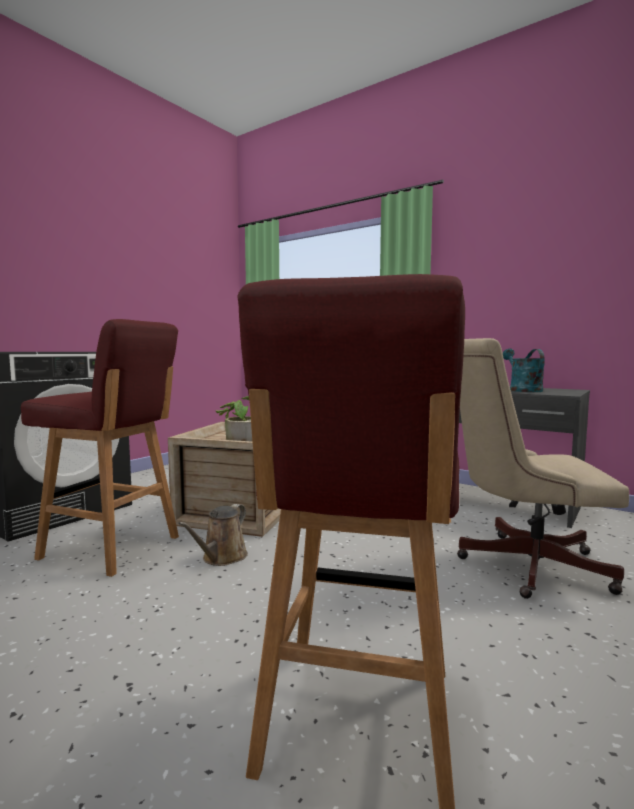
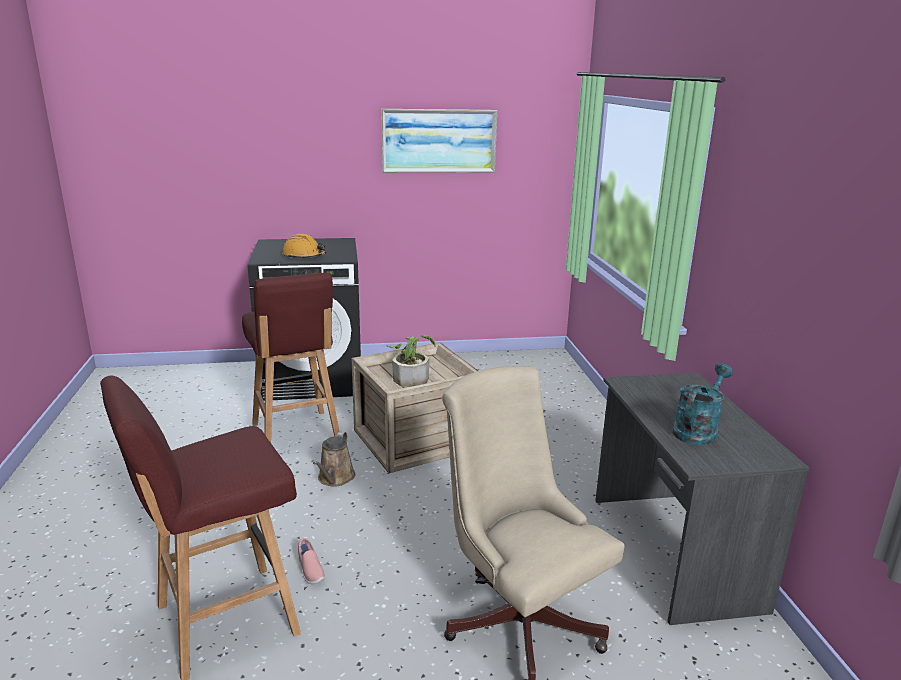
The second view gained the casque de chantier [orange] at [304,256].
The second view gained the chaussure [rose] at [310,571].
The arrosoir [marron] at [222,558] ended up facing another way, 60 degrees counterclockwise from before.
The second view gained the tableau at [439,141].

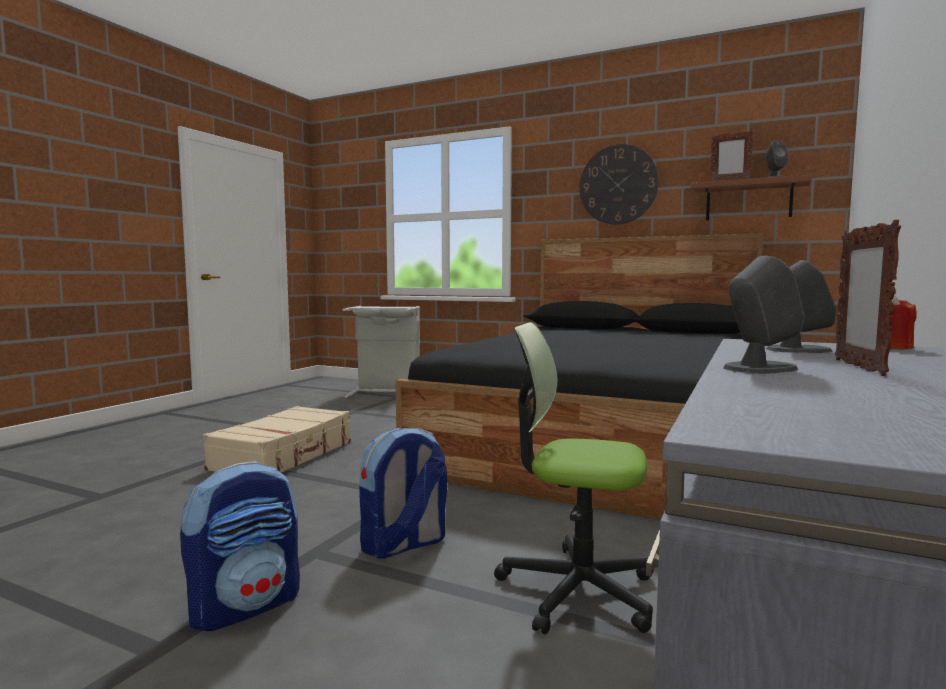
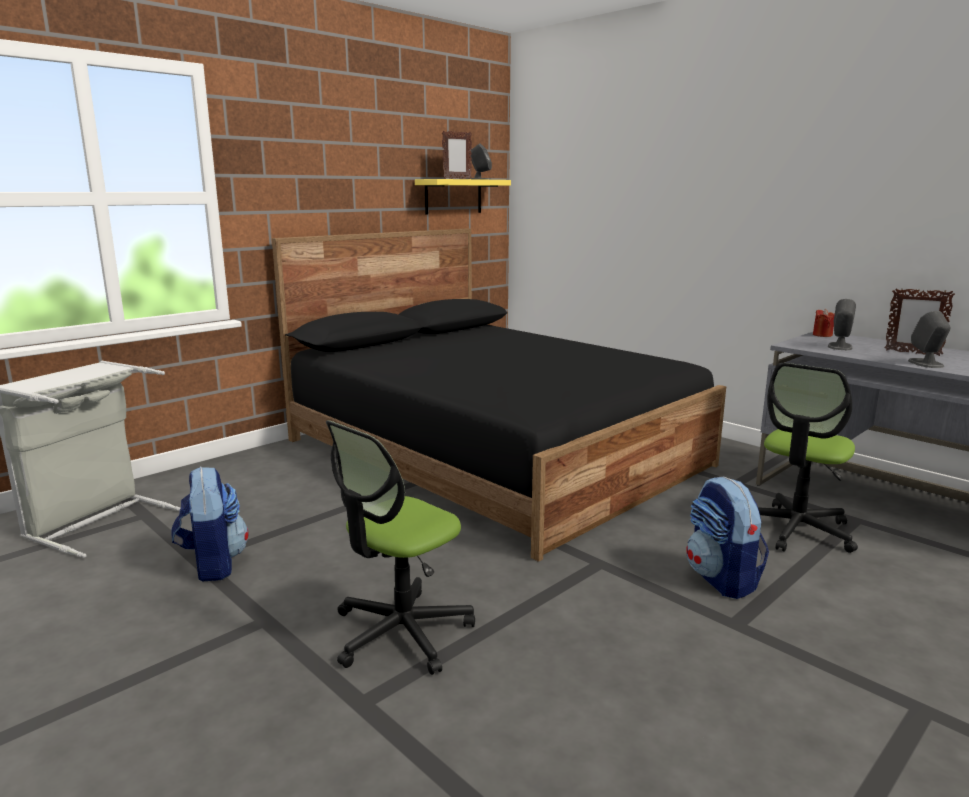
The sac à dos ended up elsewhere, having gone from [246,606] to [213,564].
Where the valise [beige] stood at [284,456], the chaise de bureau came to stand at [401,632].
What was the étagère [marron] at [748,201] turned into the étagère [jaune] at [453,196].
The second view lost the horloge murale at [618,185].

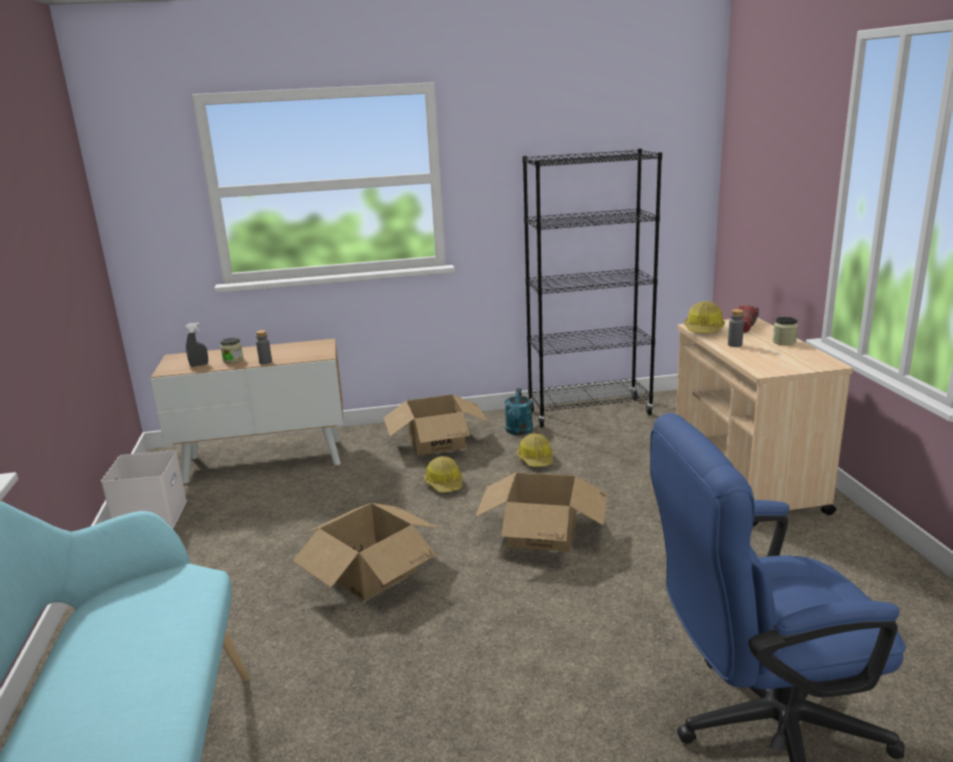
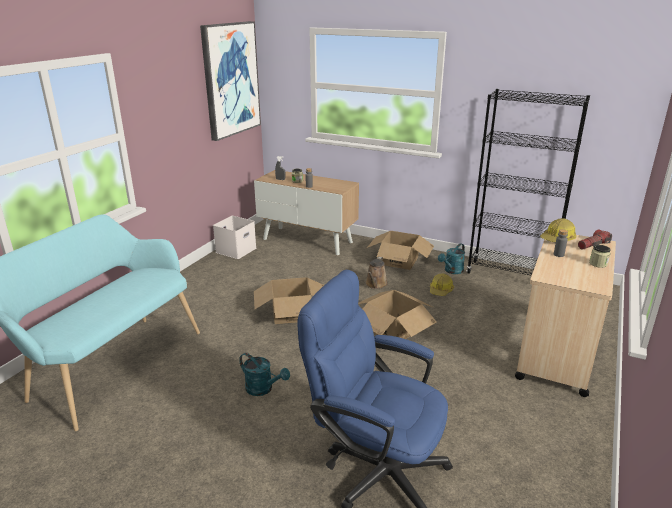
The second view gained the tableau at [230,79].
The second view gained the arrosoir [turquoise] at [263,389].
Where the casque de chantier stood at [444,484], the arrosoir [marron] came to stand at [375,284].

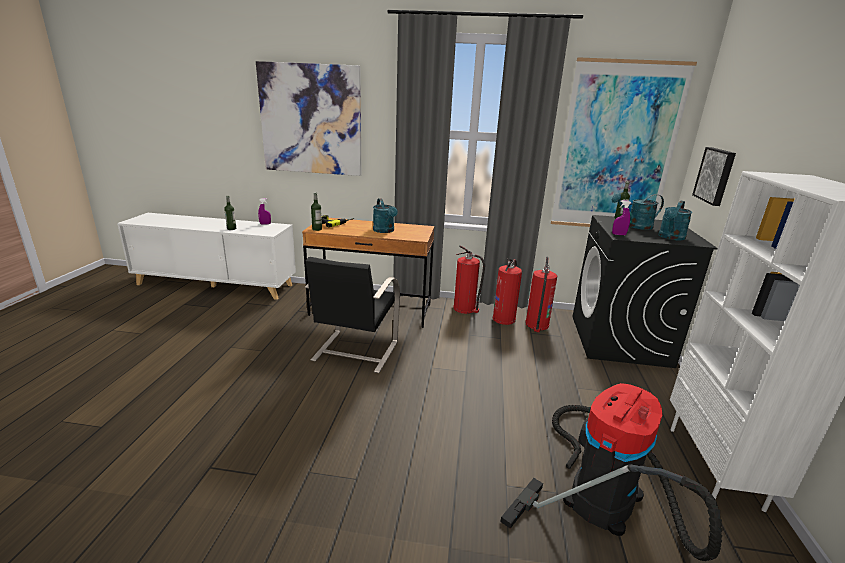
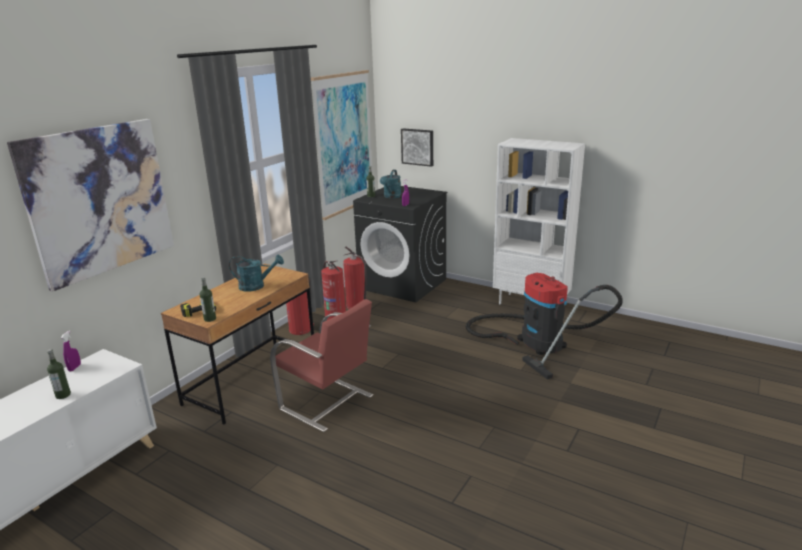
What was the chaise [noir] at [354,351] turned into the chaise [rouge] at [327,403].
The second view lost the arrosoir [turquoise] at [670,237].

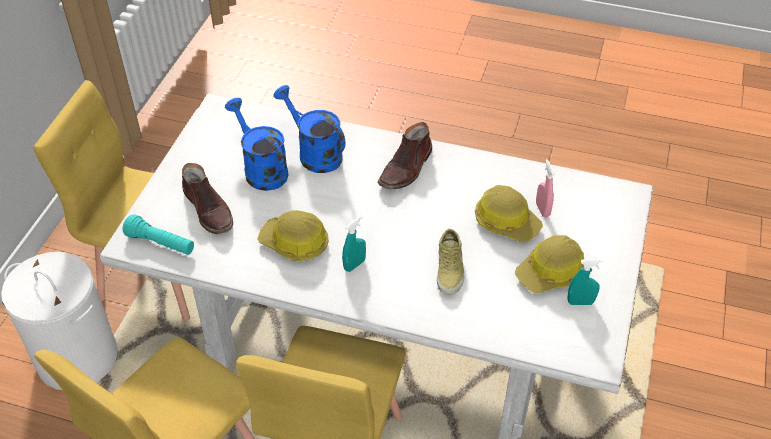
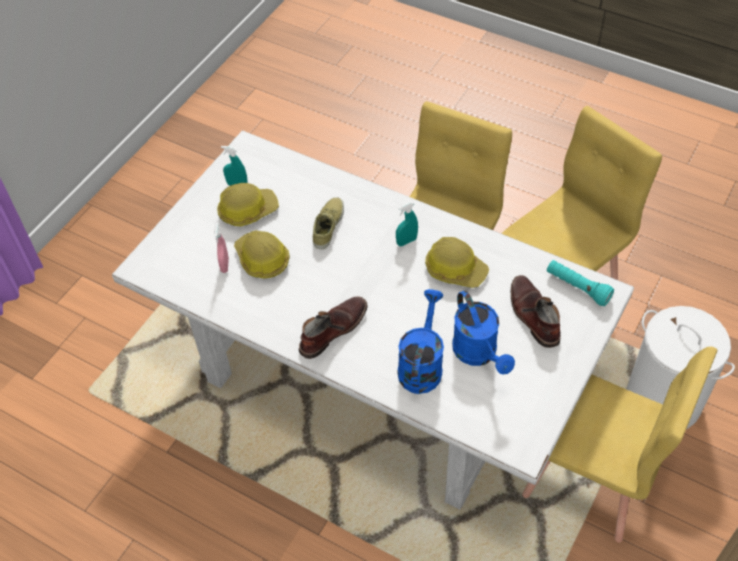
The arrosoir [bleu] at [314,153] ended up facing another way, 135 degrees counterclockwise from before.

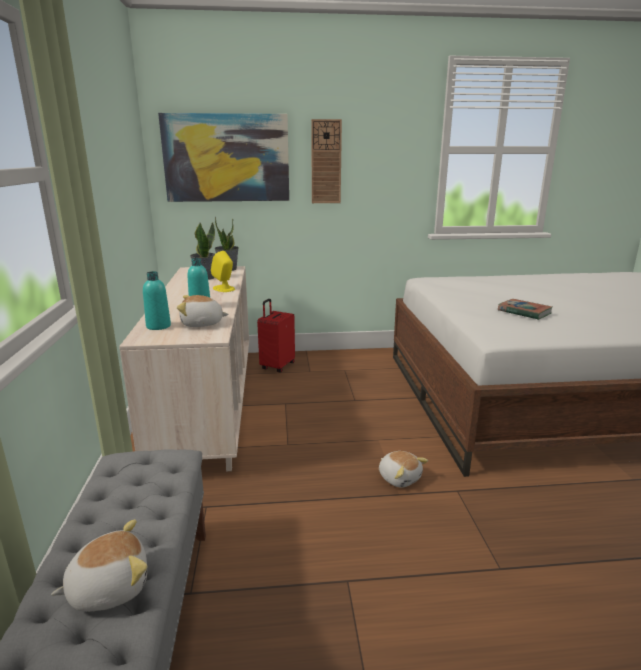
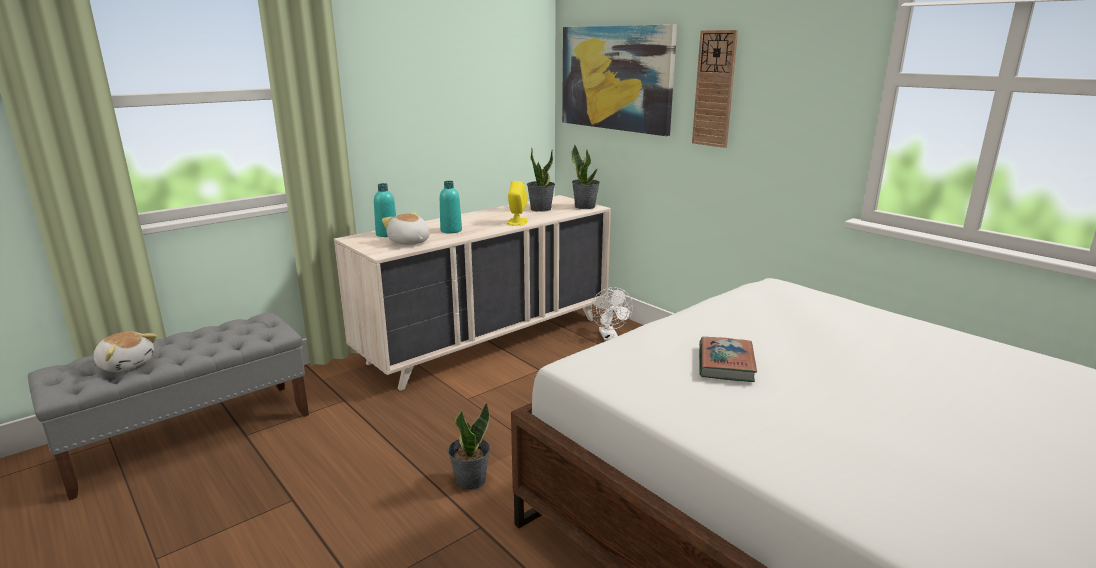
Where the peluche stood at [399,477], the plante en pot came to stand at [470,480].
Where the valise [rouge] stood at [277,366], the ventilateur [blanc] came to stand at [610,337].

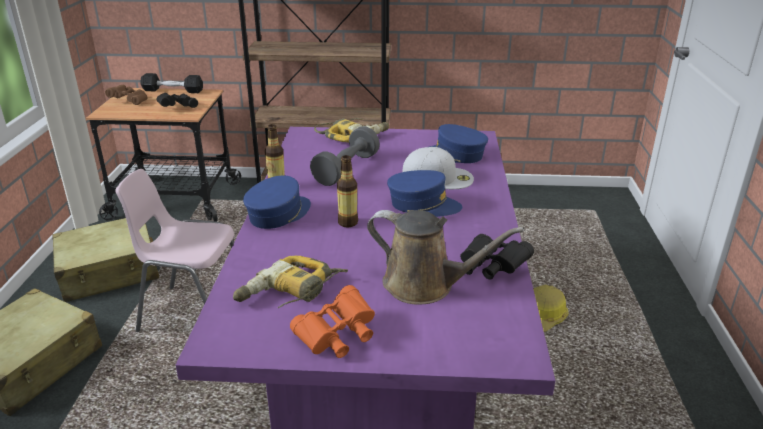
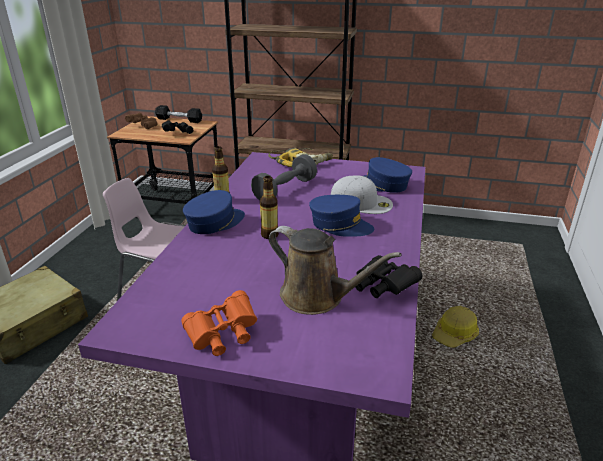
The second view lost the valise [beige] at [110,272].
The second view lost the perceuse at [290,293].

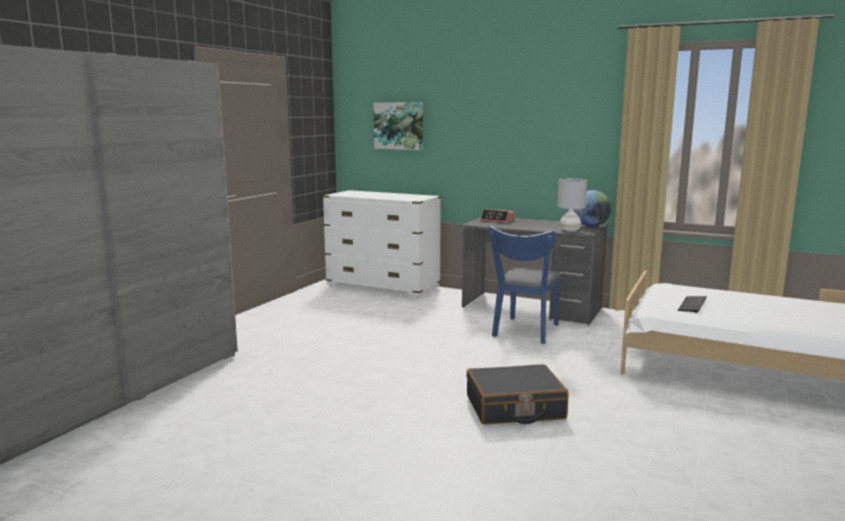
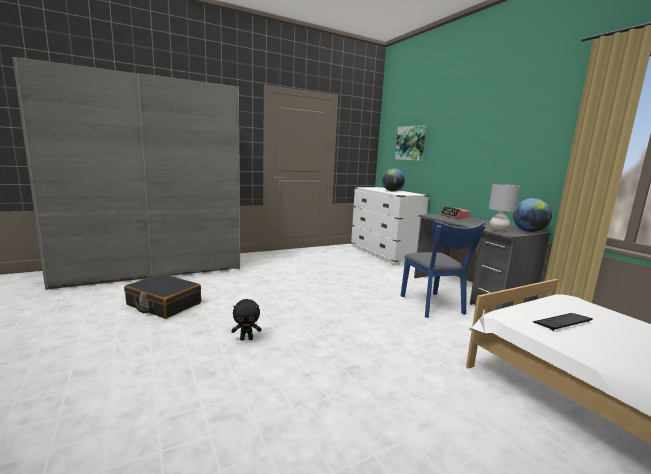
The valise [noir] ended up elsewhere, having gone from [515,408] to [164,304].
The second view gained the peluche [noir] at [246,339].
The second view gained the globe at [392,191].
The chaise [bleu] at [524,332] ended up facing another way, 75 degrees counterclockwise from before.

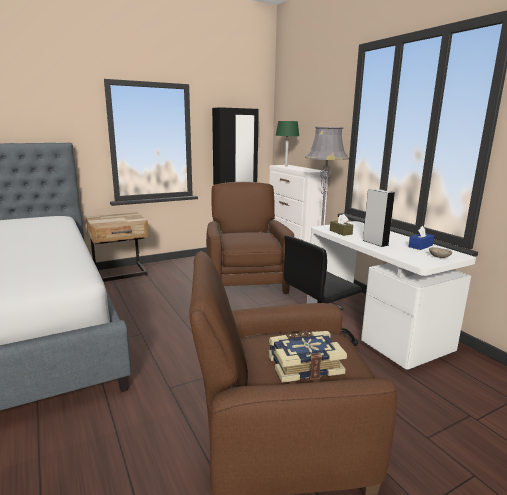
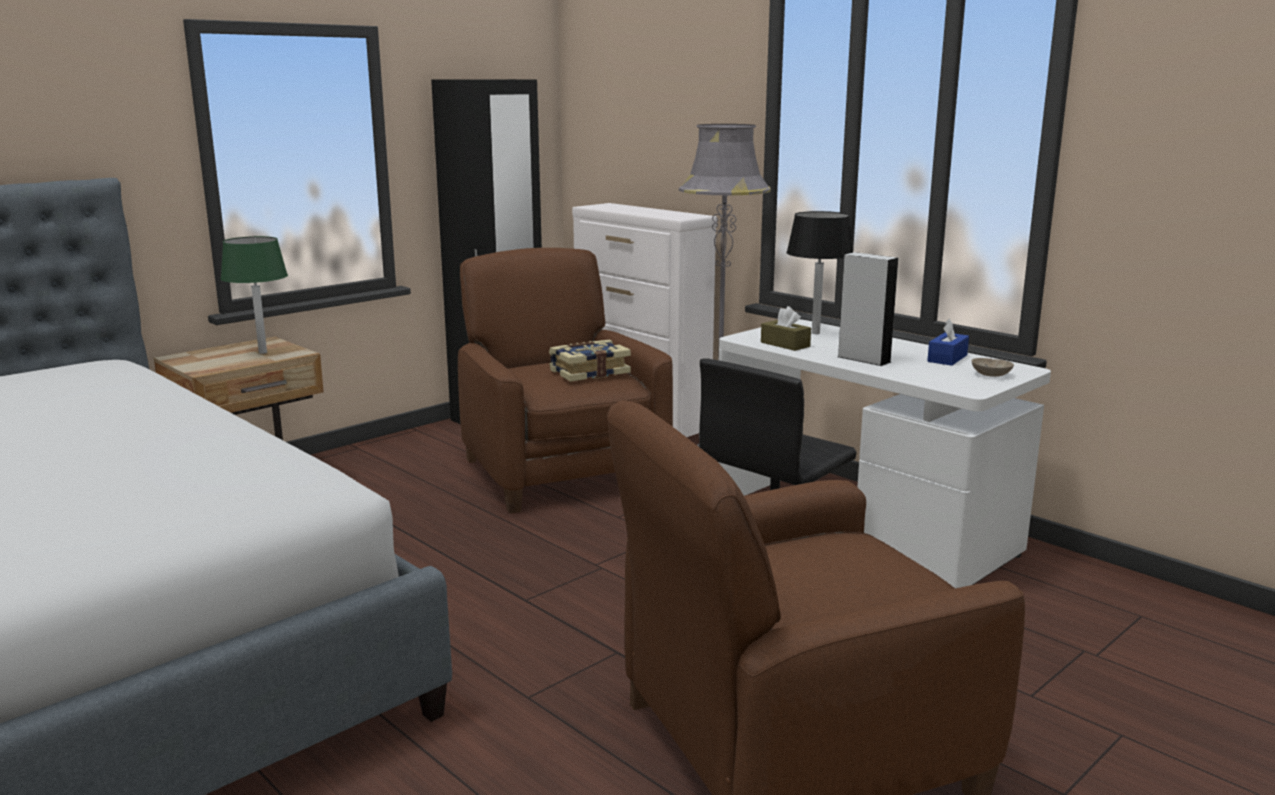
The lampe de table [vert] ended up elsewhere, having gone from [286,166] to [262,353].
The livre ended up elsewhere, having gone from [304,365] to [589,372].
The second view gained the lampe de table [noir] at [815,333].

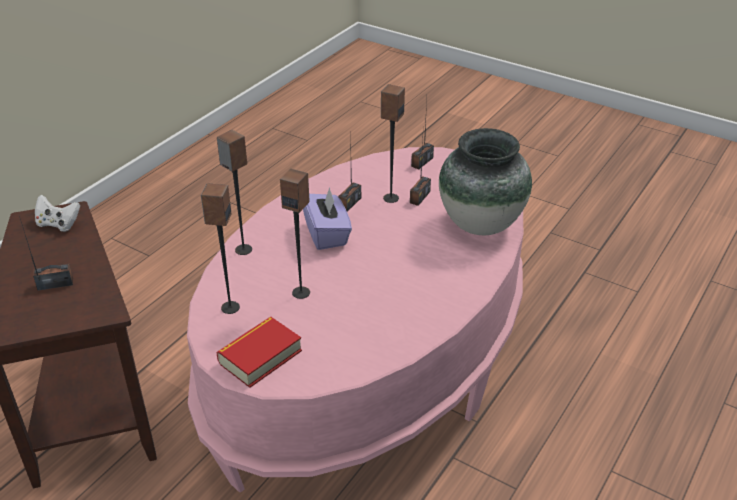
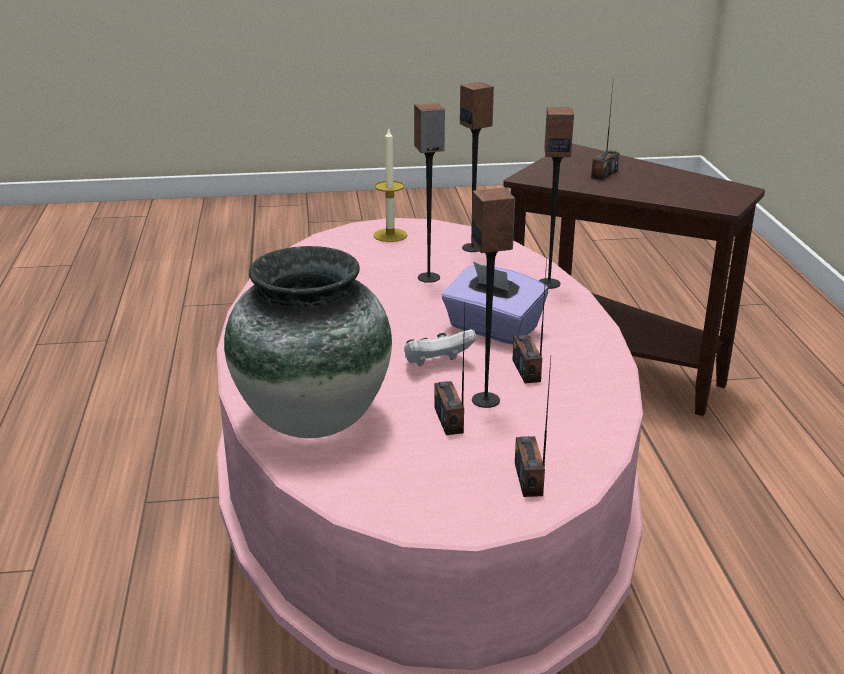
Where the livre stood at [260,357], the bougie came to stand at [390,235].
The manette [blanc] ended up elsewhere, having gone from [58,224] to [436,364].

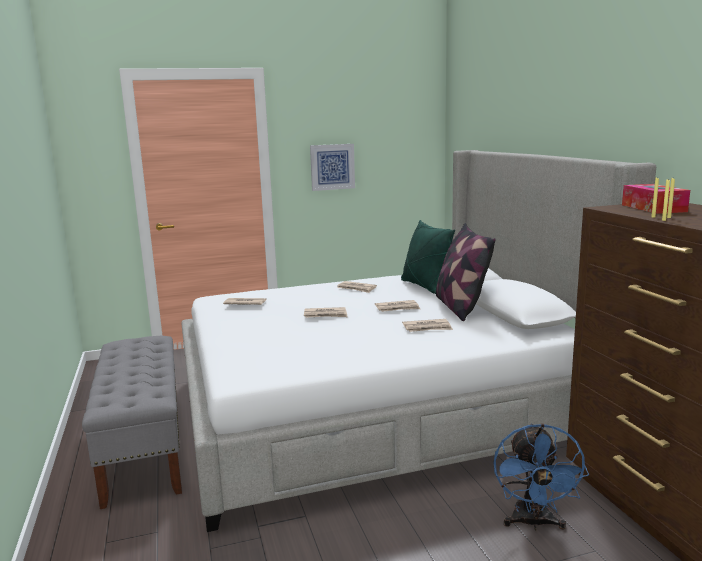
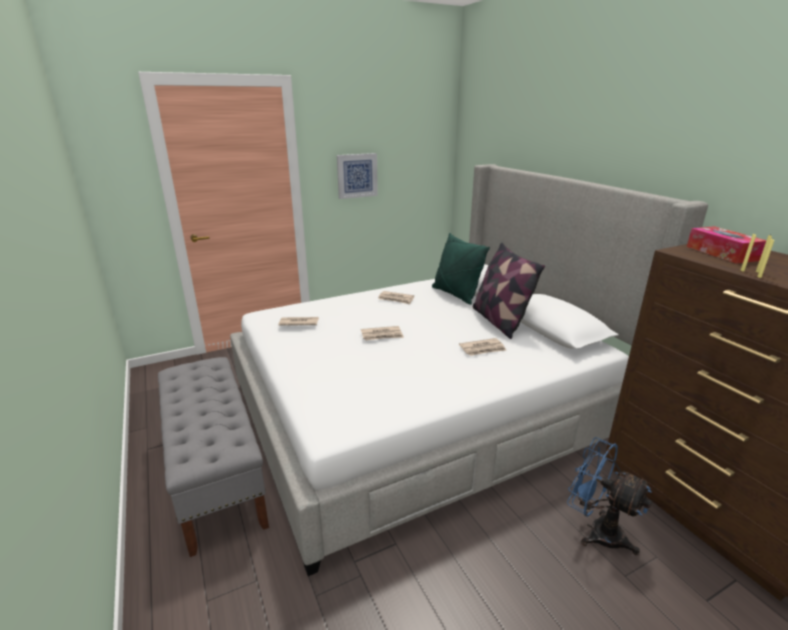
The ventilateur [bleu] at [533,523] ended up facing another way, 135 degrees clockwise from before.
The second view lost the journal at [397,308].

